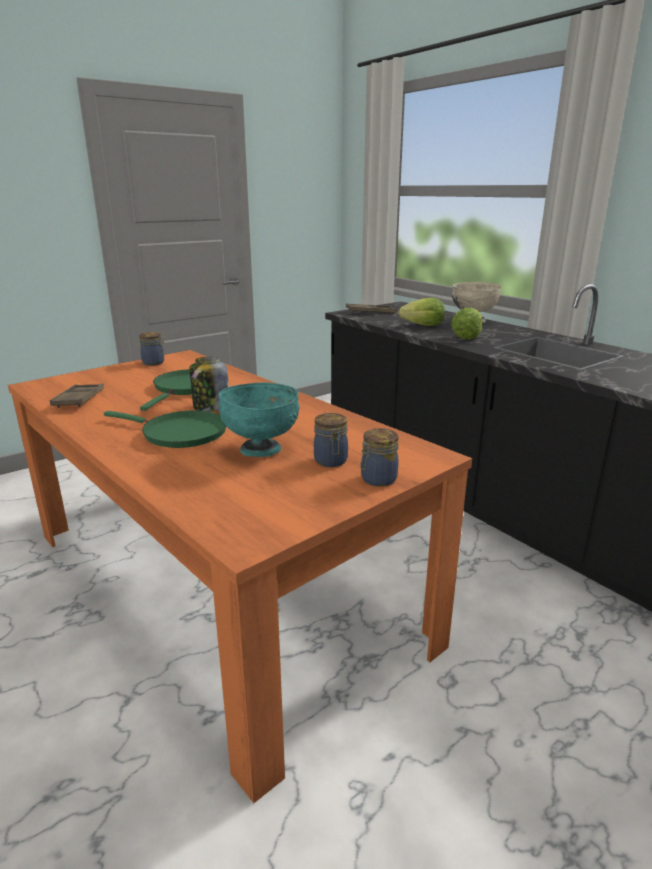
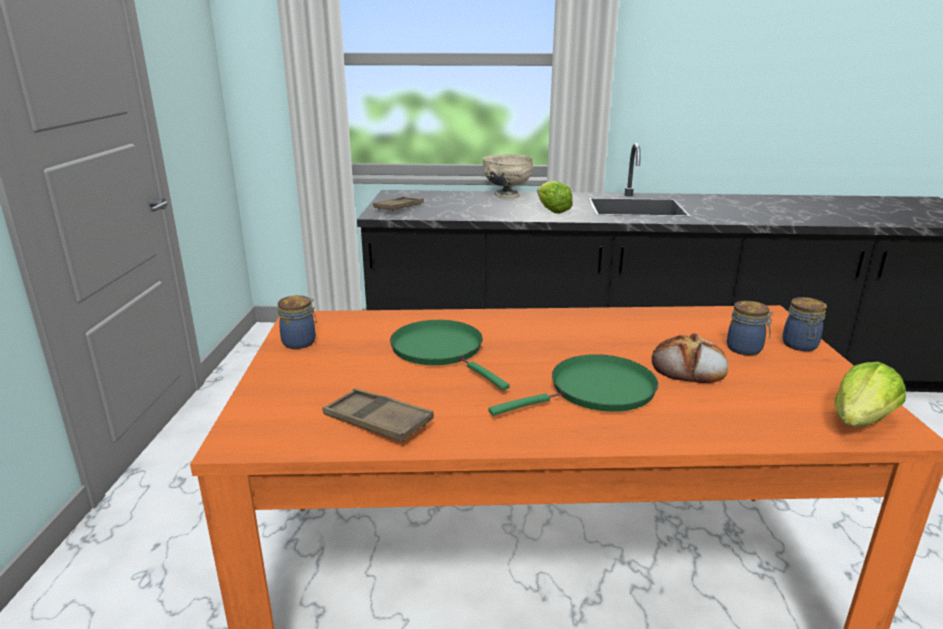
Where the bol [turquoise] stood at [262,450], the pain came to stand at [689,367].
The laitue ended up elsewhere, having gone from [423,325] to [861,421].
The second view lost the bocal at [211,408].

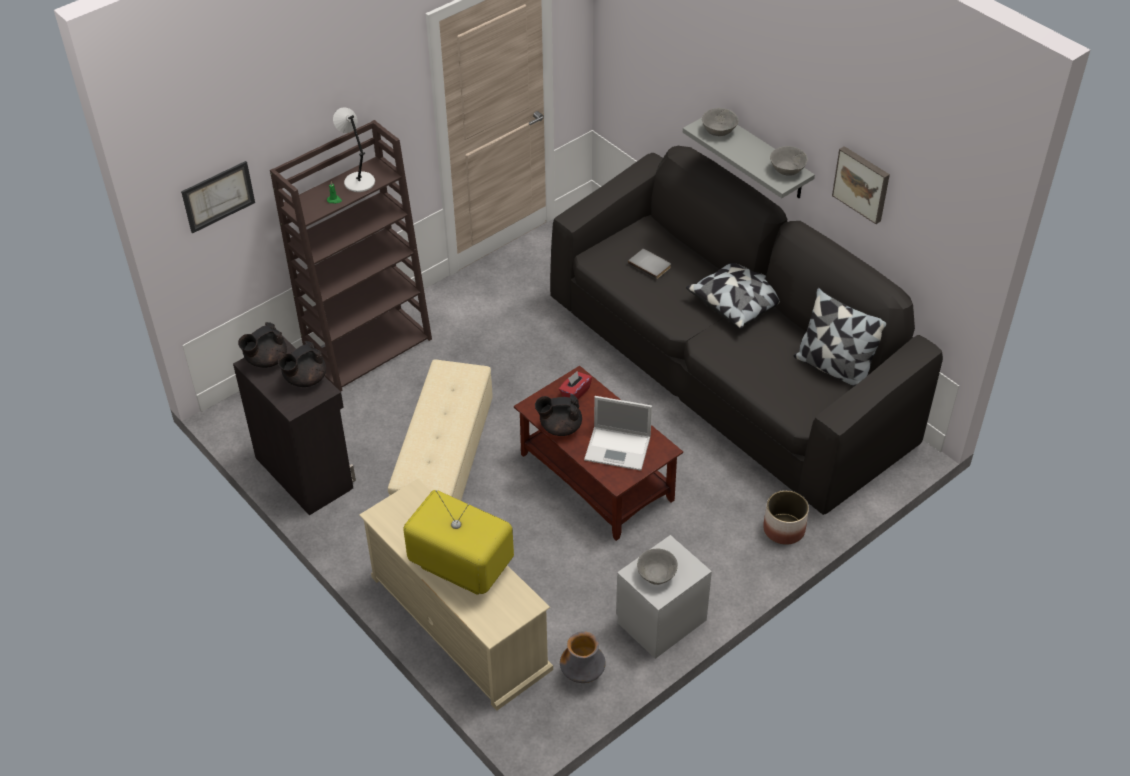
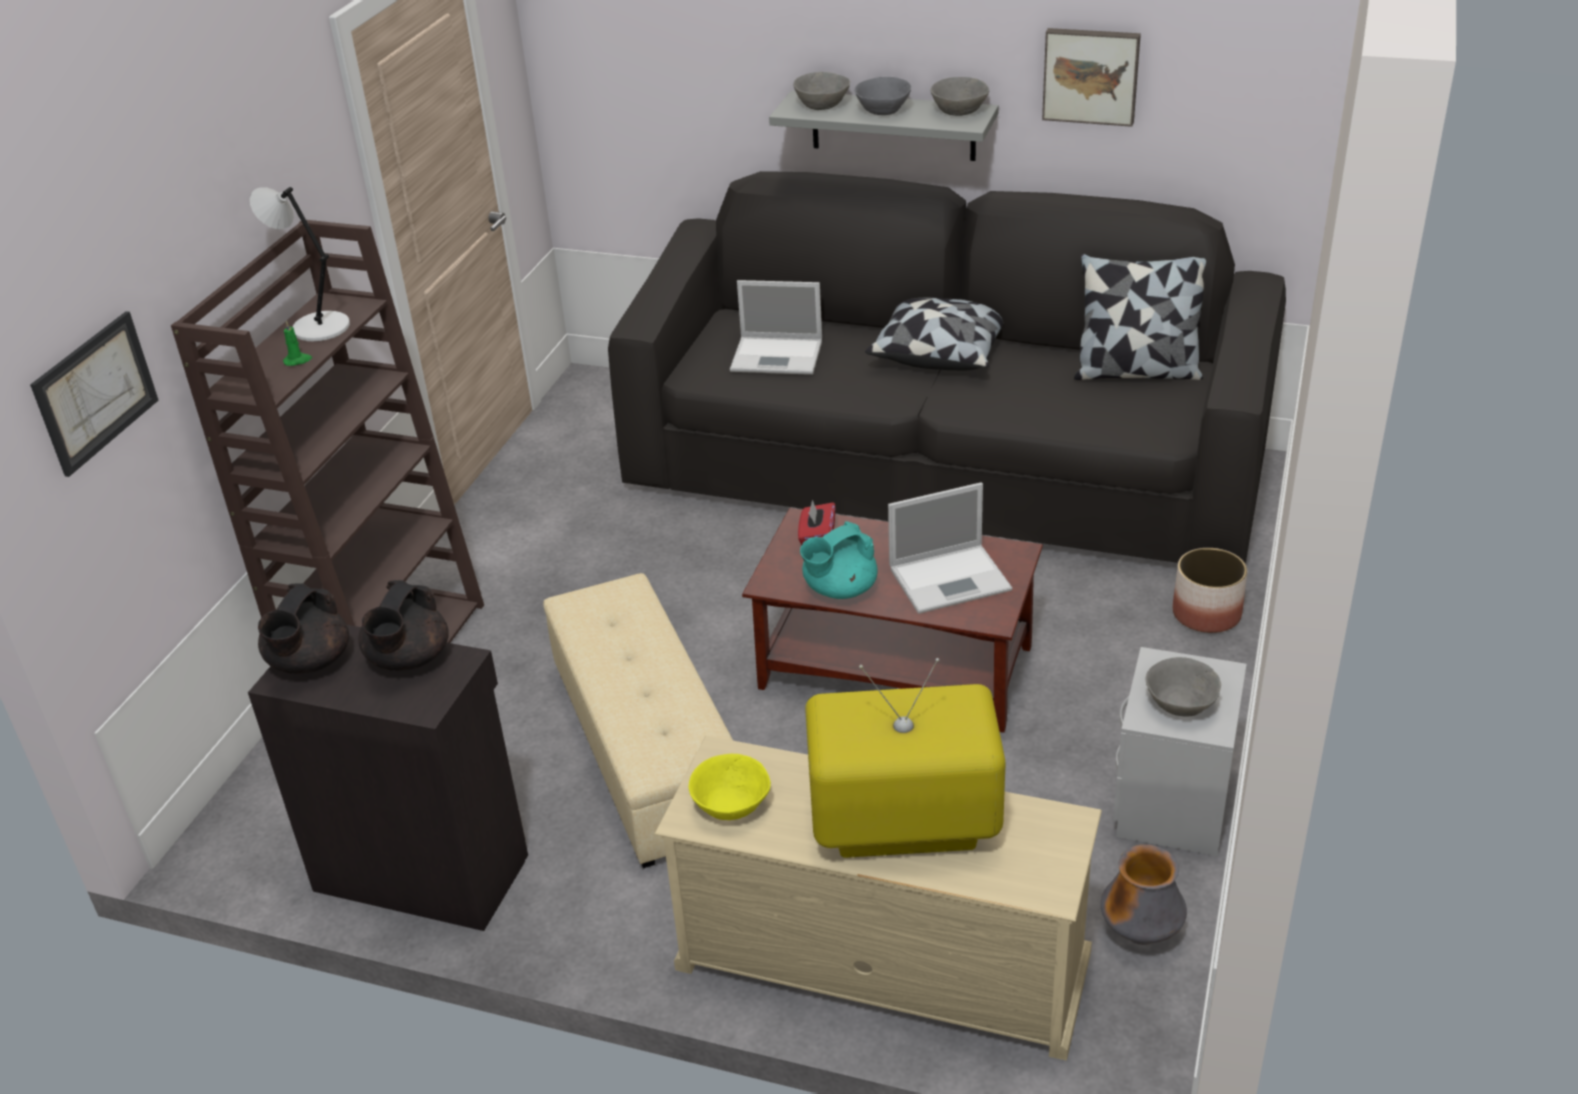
The second view gained the bol [jaune] at [730,807].
Where the livre [gris] stood at [650,264], the ordinateur portable came to stand at [778,356].
What was the théière [noir] at [559,427] turned into the théière [turquoise] at [839,590].
The second view gained the bol [gris] at [882,111].

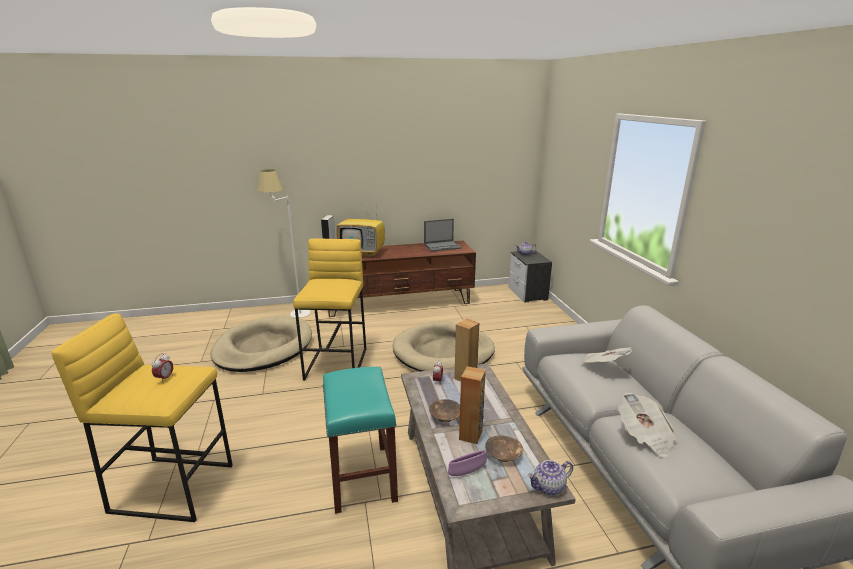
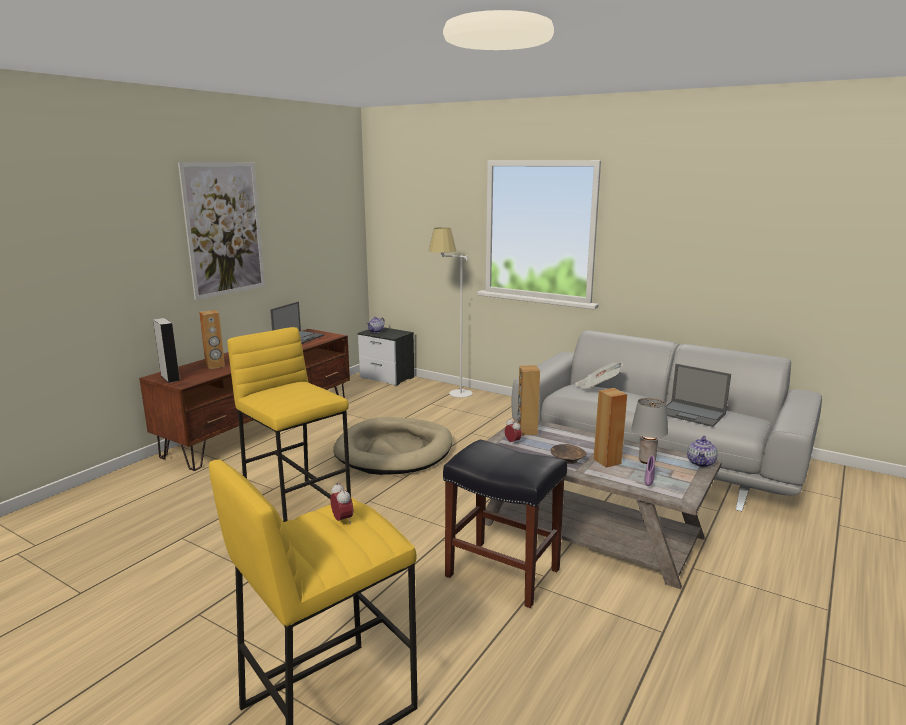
The second view gained the tableau at [224,229].
Where the téléviseur stood at [363,253], the enceinte [marron] came to stand at [215,366].
The lampadaire [blanc] ended up elsewhere, having gone from [291,312] to [451,395].
What was the tabouret [turquoise] at [363,478] turned into the tabouret [noir] at [504,573].
Where the bol [marron] stood at [503,455], the lampe de table [gris] came to stand at [647,461].
Where the journal stood at [645,436], the ordinateur portable came to stand at [692,414].
The second view lost the panier pour chien [beige] at [263,348].

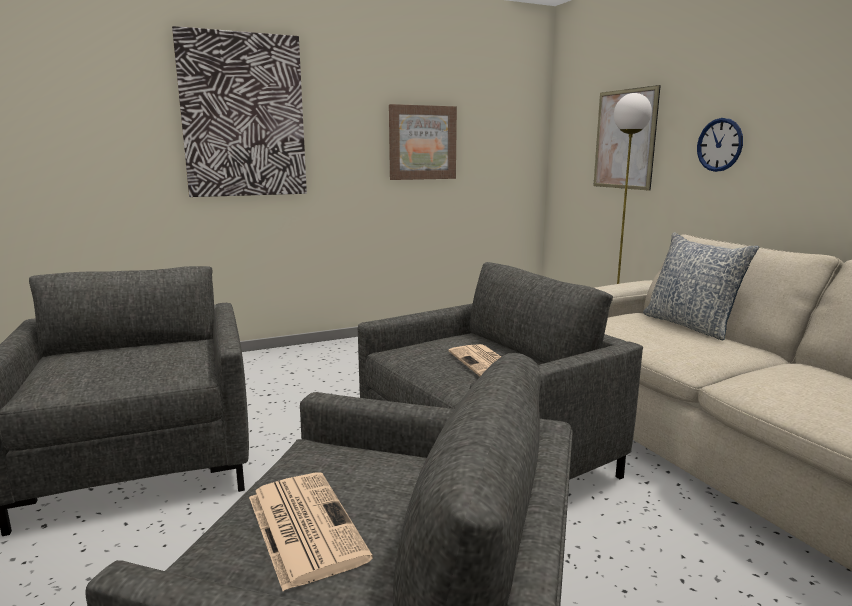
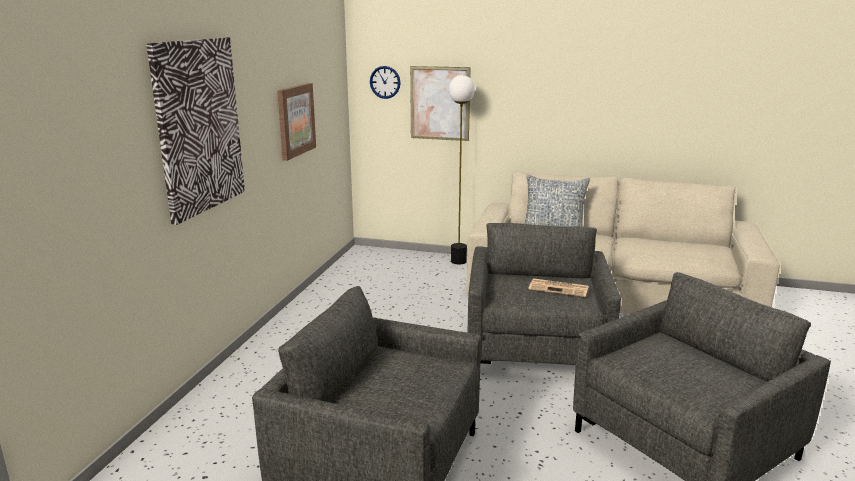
The horloge murale ended up elsewhere, having gone from [719,145] to [385,82].
The second view lost the journal at [303,526].

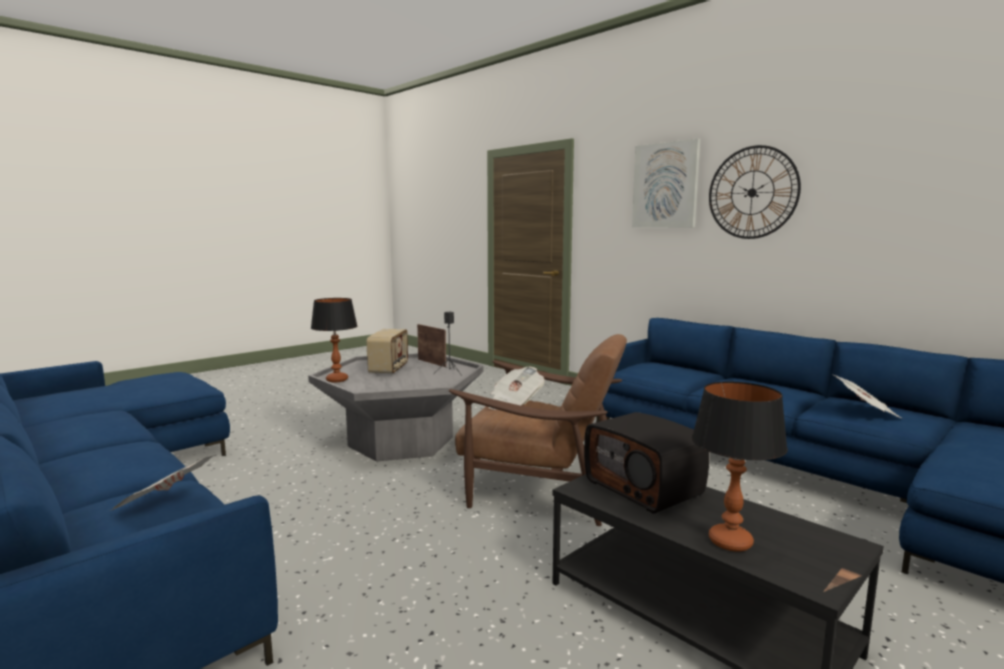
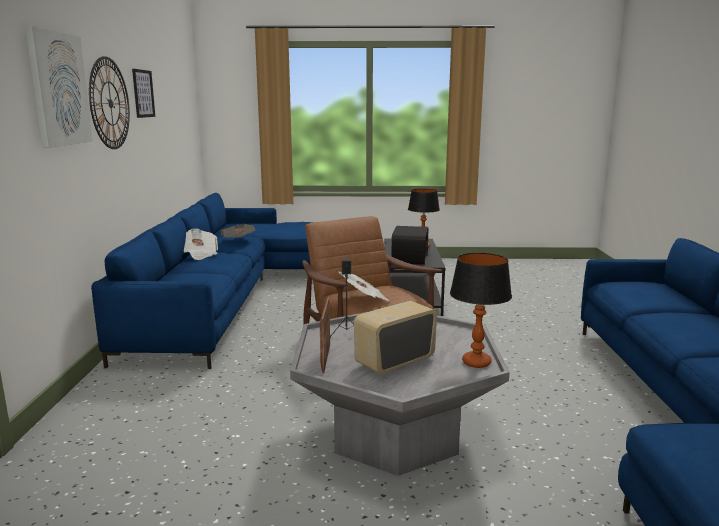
The second view gained the tableau at [143,93].
The journal ended up elsewhere, having gone from [165,506] to [199,254].

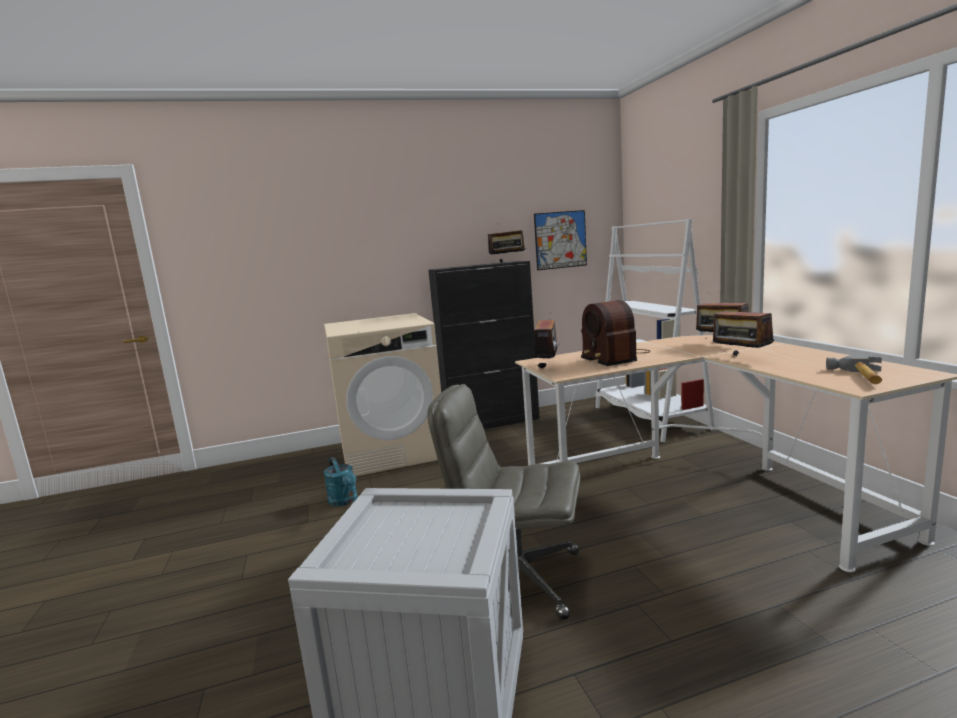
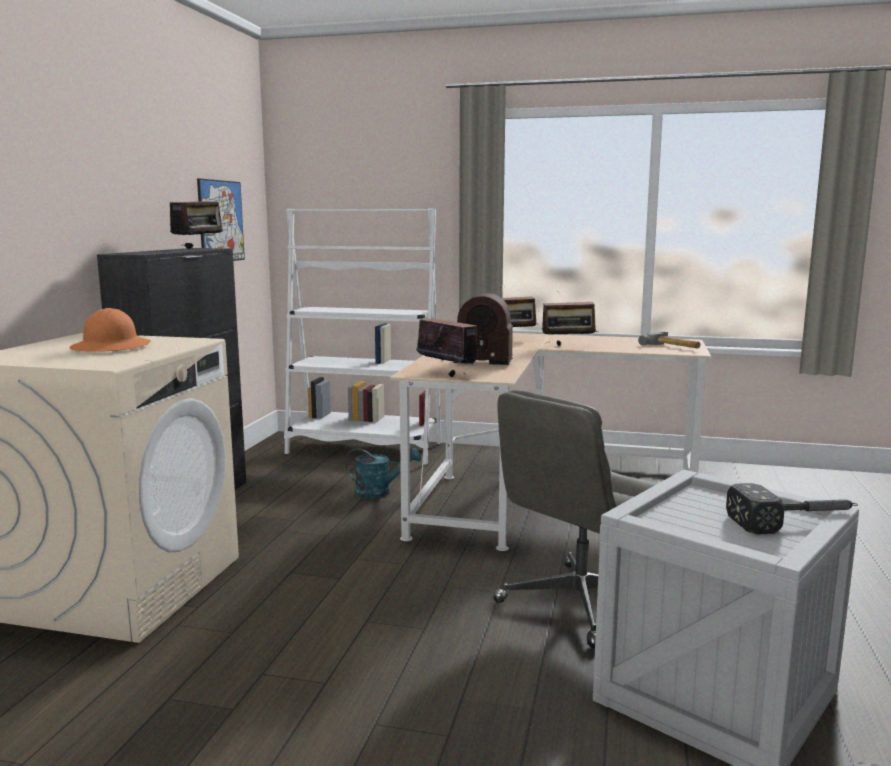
The second view gained the casque de chantier [orange] at [112,347].
The arrosoir [turquoise] ended up elsewhere, having gone from [345,501] to [380,492].
The second view gained the marteau at [796,522].

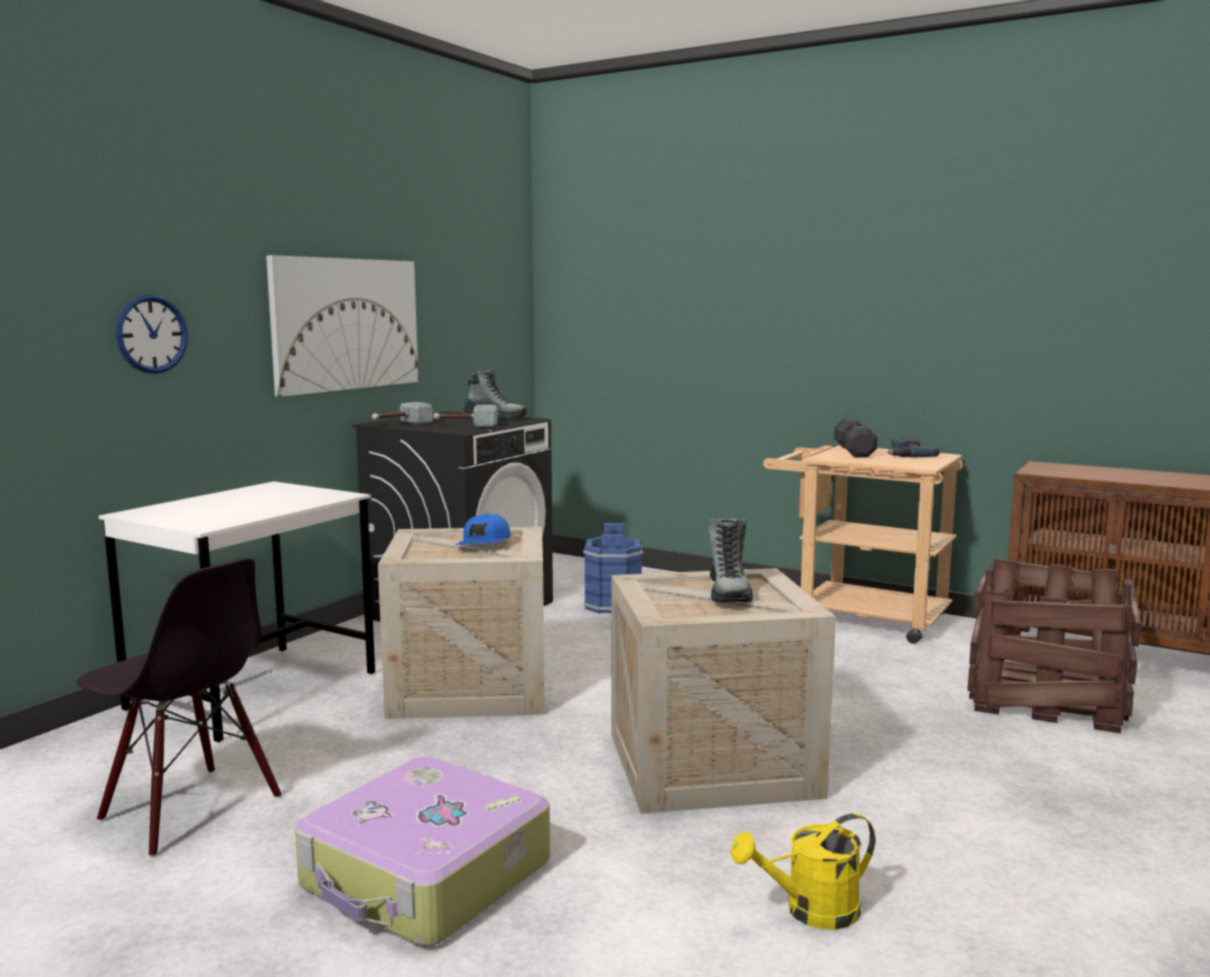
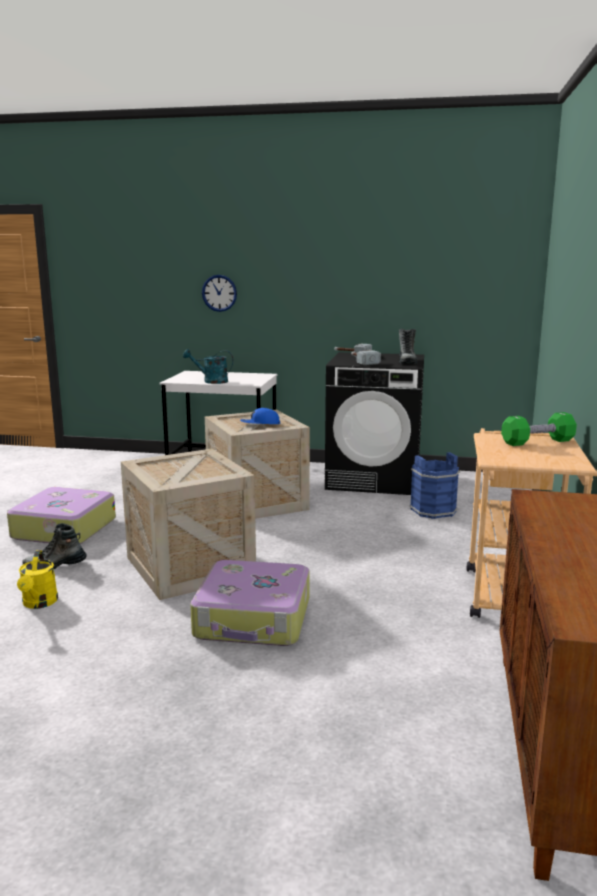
The arrosoir [jaune] at [810,912] ended up facing another way, 150 degrees counterclockwise from before.
The botte ended up elsewhere, having gone from [728,592] to [55,566].
The second view gained the arrosoir [turquoise] at [211,381].
The second view gained the valise at [254,619].
What was the haltère [noir] at [854,452] turned into the haltère [vert] at [537,442].
The second view lost the chaise [noir] at [189,810].
The second view lost the tableau at [346,324].
The second view lost the perceuse at [906,455].
The second view lost the caisse at [1048,697].

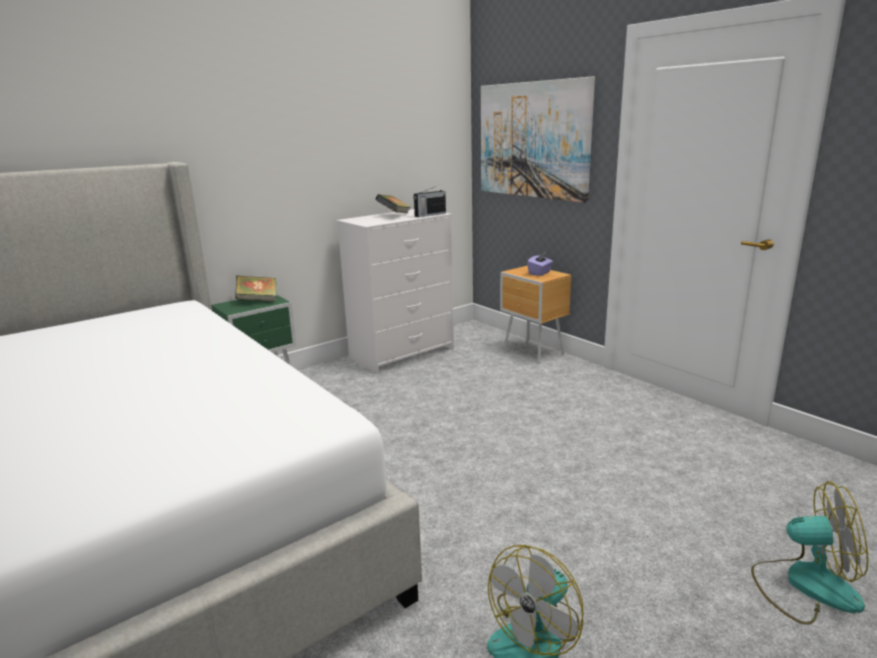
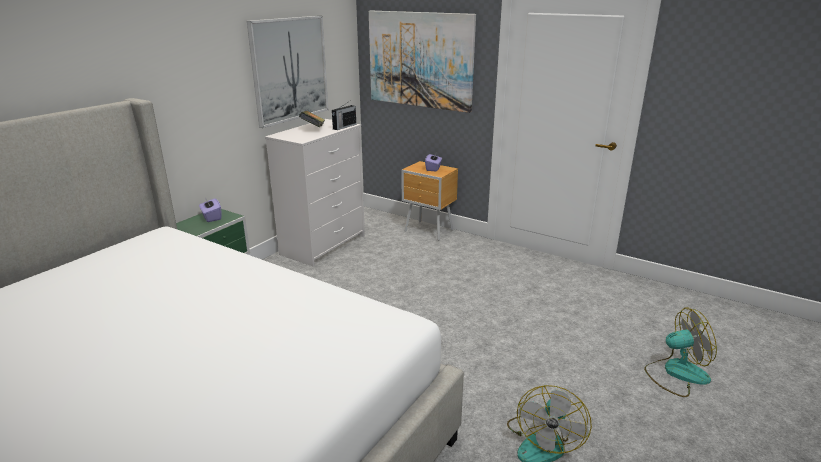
Where the livre stood at [258,300], the boîte à mouchoirs [violet] came to stand at [211,217].
The second view gained the tableau at [290,69].

